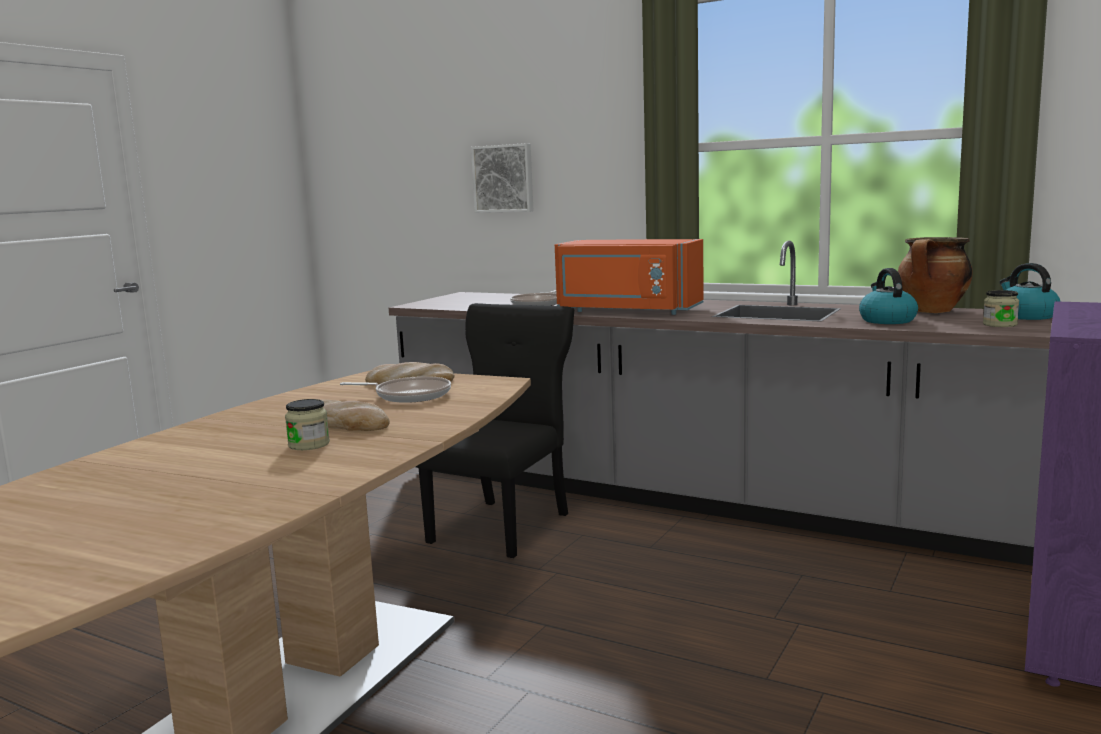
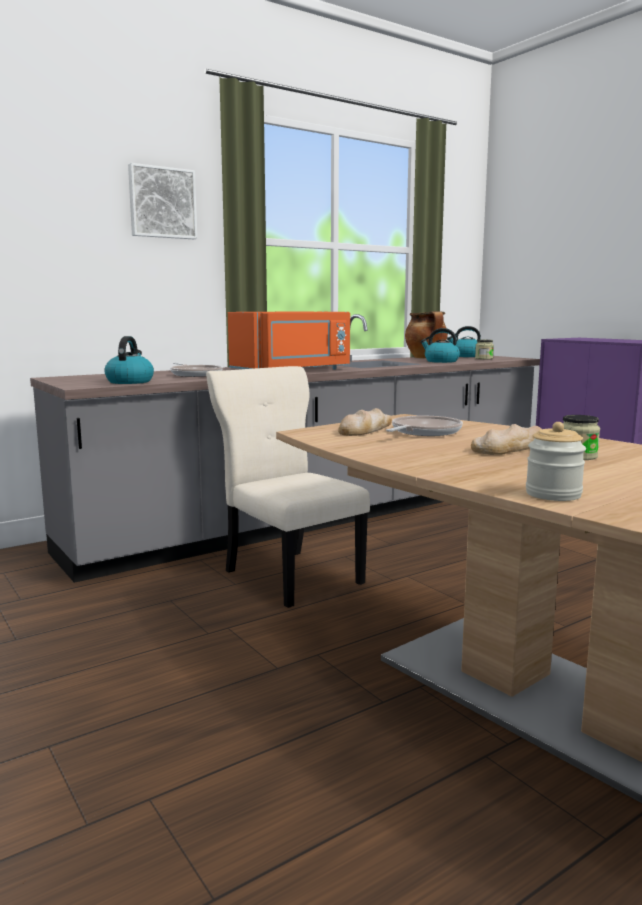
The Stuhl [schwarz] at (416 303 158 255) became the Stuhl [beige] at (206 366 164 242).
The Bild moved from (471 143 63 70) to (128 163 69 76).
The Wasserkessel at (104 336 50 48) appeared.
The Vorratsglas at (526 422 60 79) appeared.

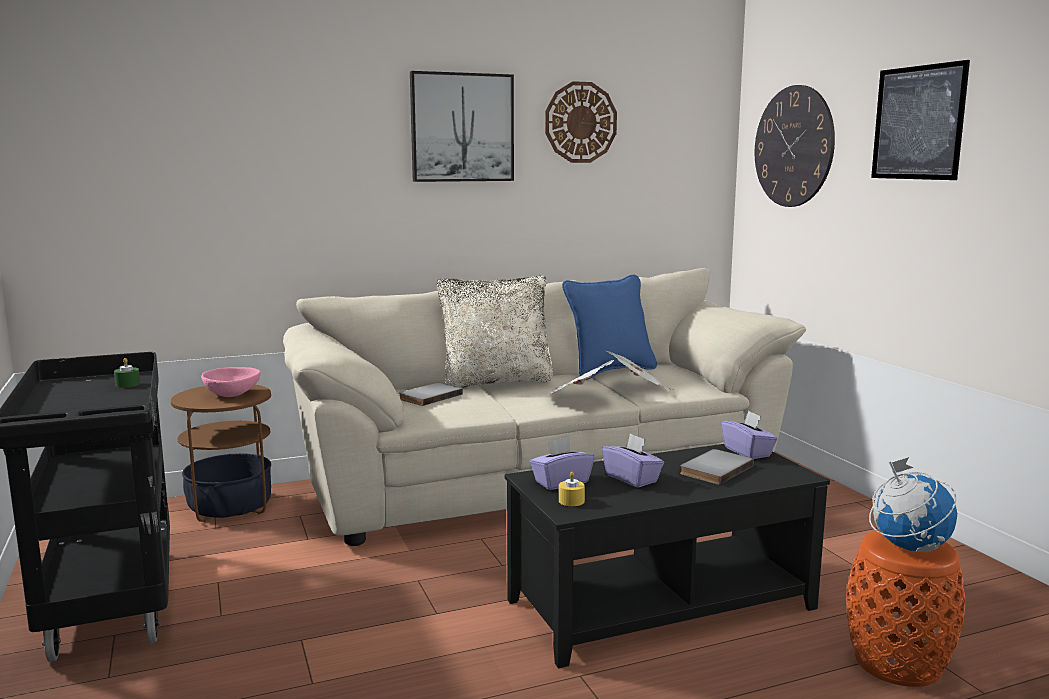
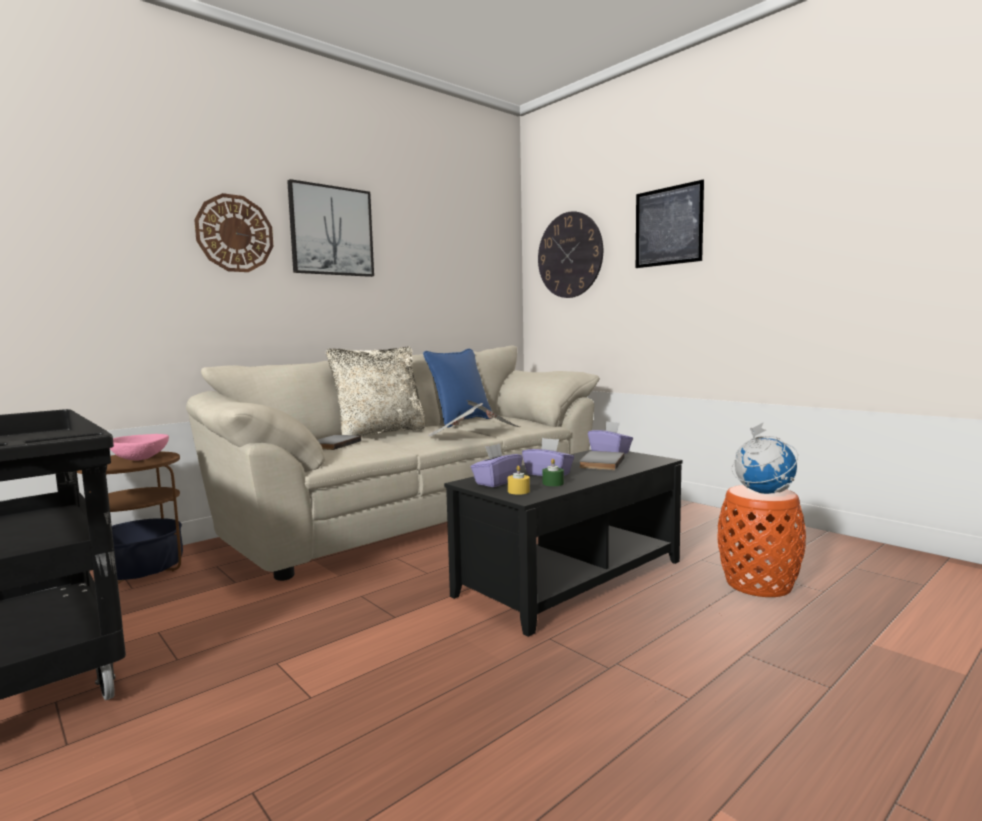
The Kerze [grün] moved from (114 358 26 30) to (542 459 22 27).
The Wanduhr moved from (545 81 72 82) to (194 193 80 79).

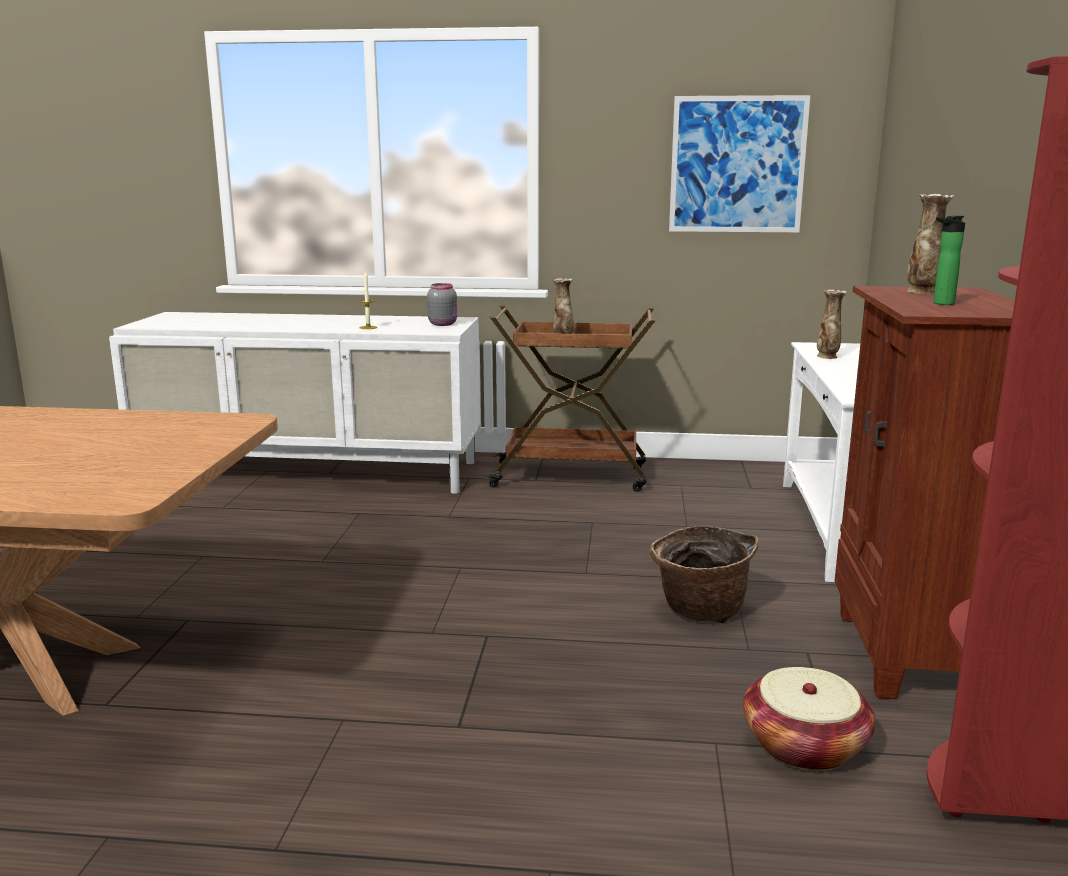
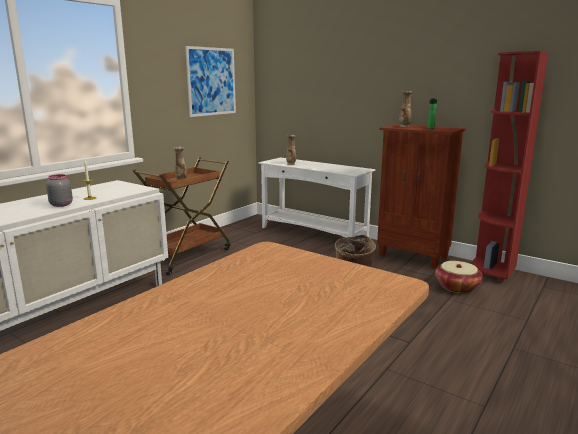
The Vorratsglas [grau] moved from (427 283 30 43) to (46 174 27 33).

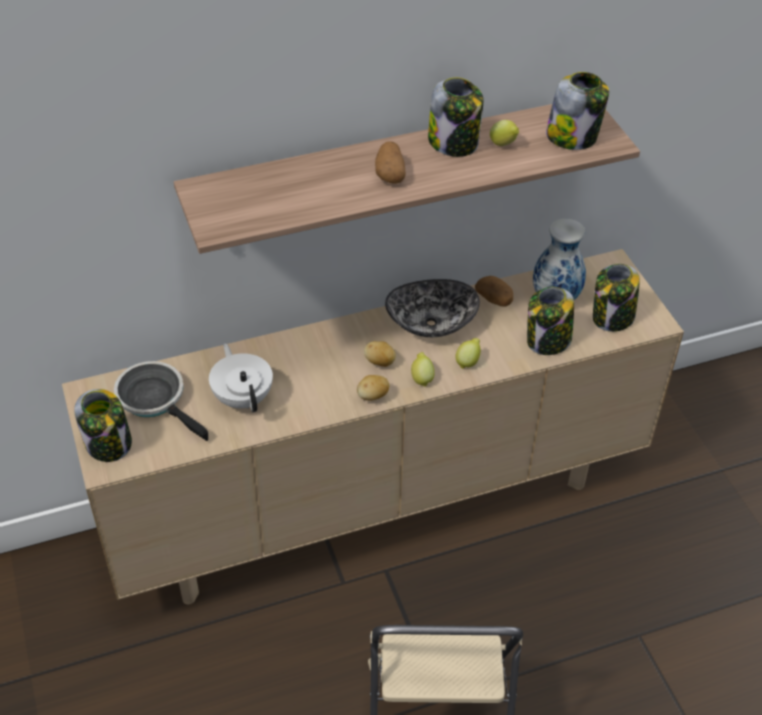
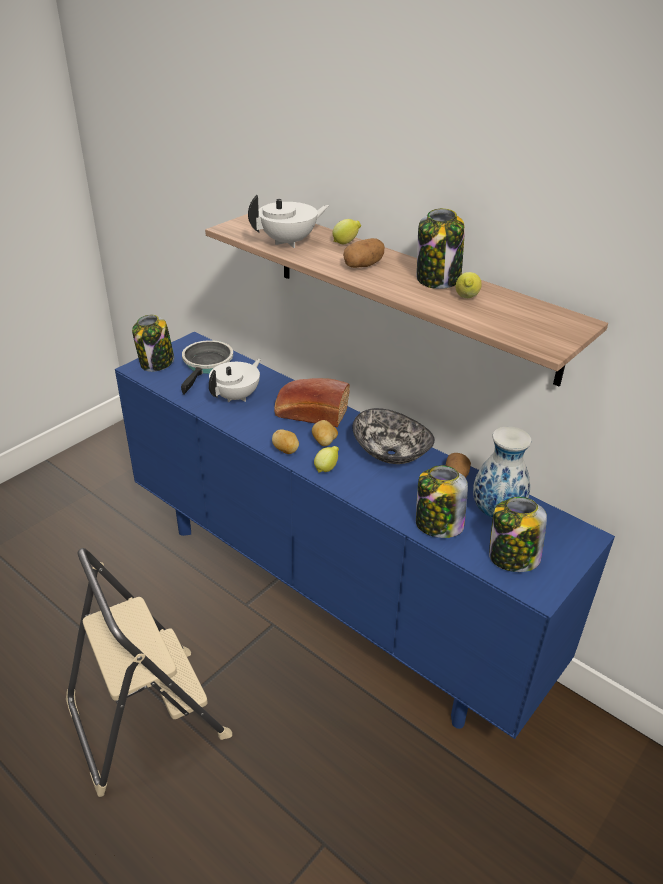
The Schrank [beige] at (62 249 622 355) became the Schrank [blau] at (115 331 500 408).
The Zitrone moved from (456 338 25 31) to (332 219 29 25).
The Vorratsglas at (546 72 63 78) disappeared.
The Teekanne [weiß] at (248 195 81 53) appeared.
The Brot at (274 378 76 49) appeared.

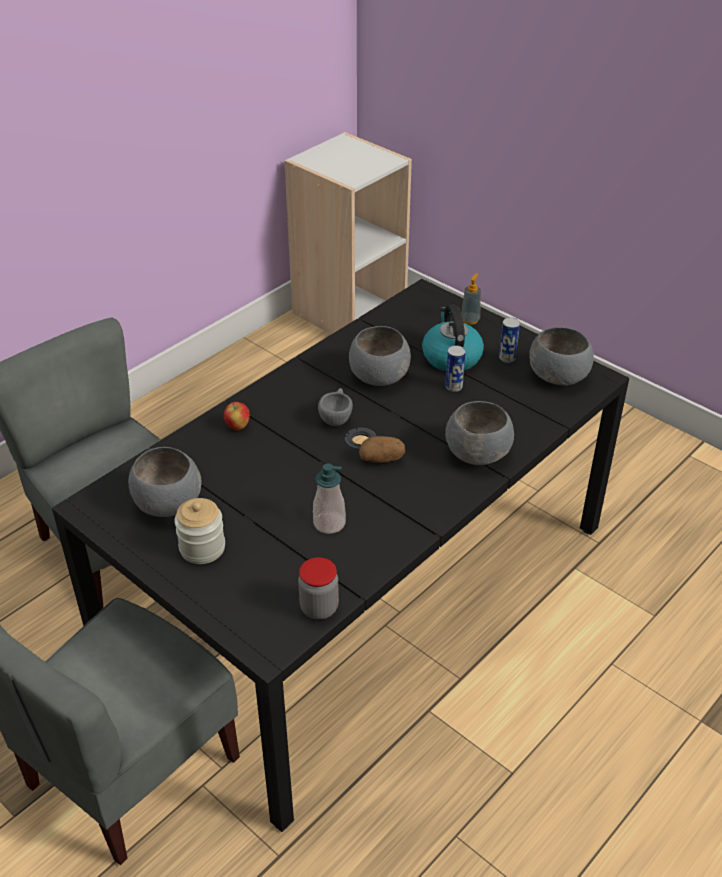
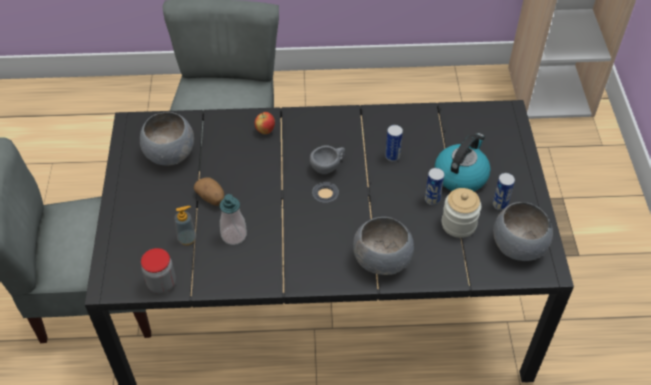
The Vorratsglas moved from (174 498 51 66) to (442 188 39 50).
The Schüssel [grau] at (349 326 62 60) was replaced by the Dose at (385 125 18 37).
The Kartoffel moved from (359 436 46 27) to (194 177 30 29).
The Seifenspender moved from (461 273 20 52) to (174 206 22 39).

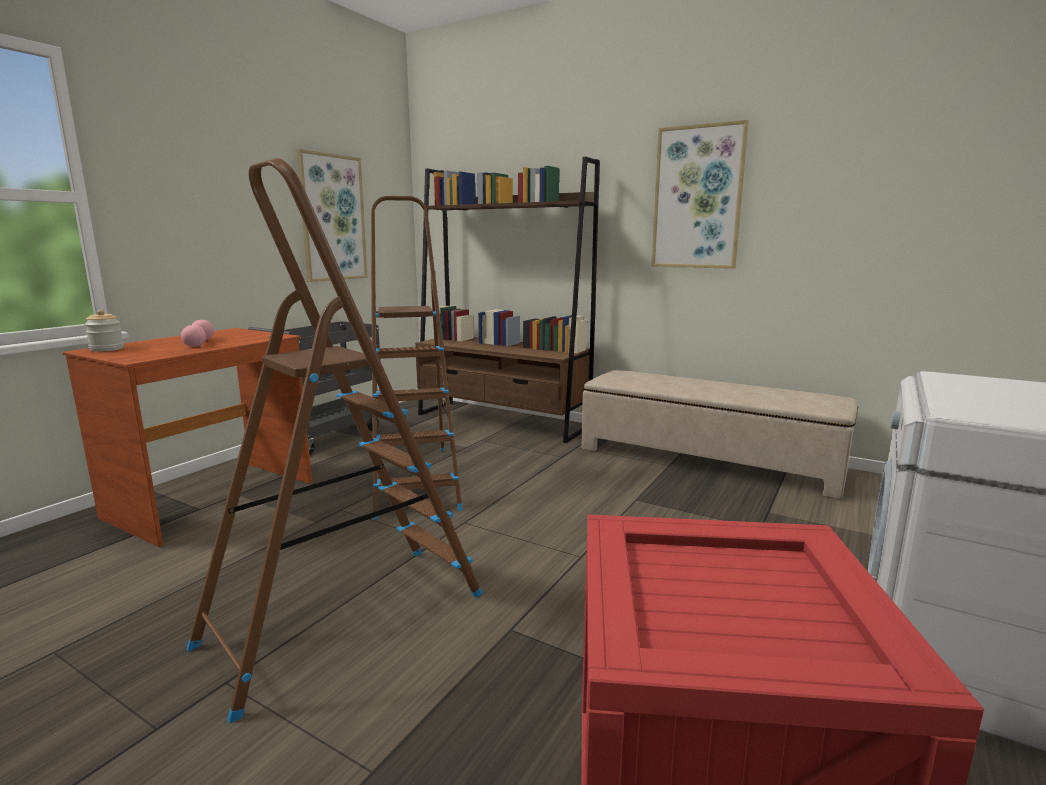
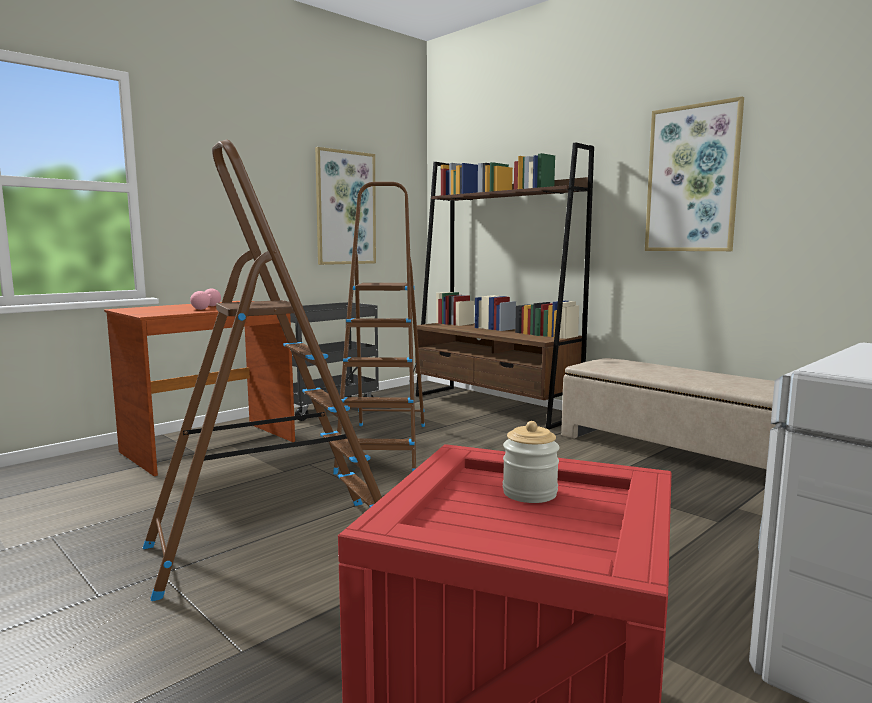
The Vorratsglas moved from (85 310 39 42) to (503 421 56 82).

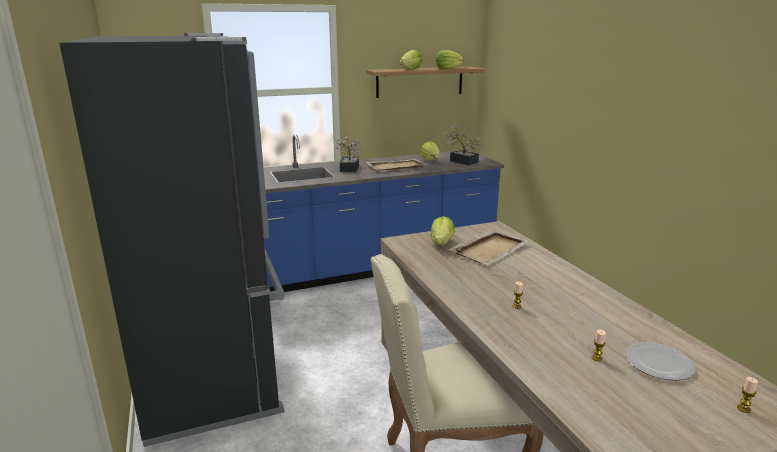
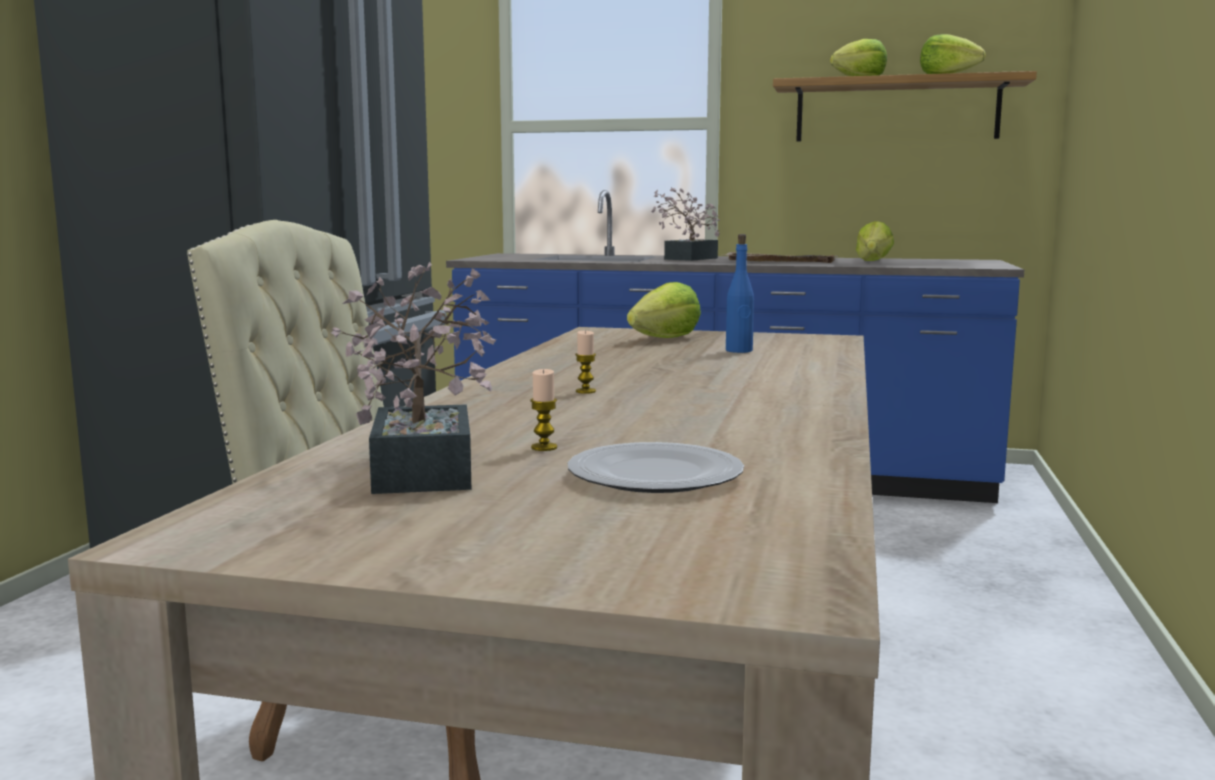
The Topfpflanze moved from (443 126 41 39) to (331 262 165 232).
The Tablett [beige] at (449 229 80 36) was replaced by the Flasche [blau] at (726 234 28 119).
The Kerze at (737 377 21 36) disappeared.

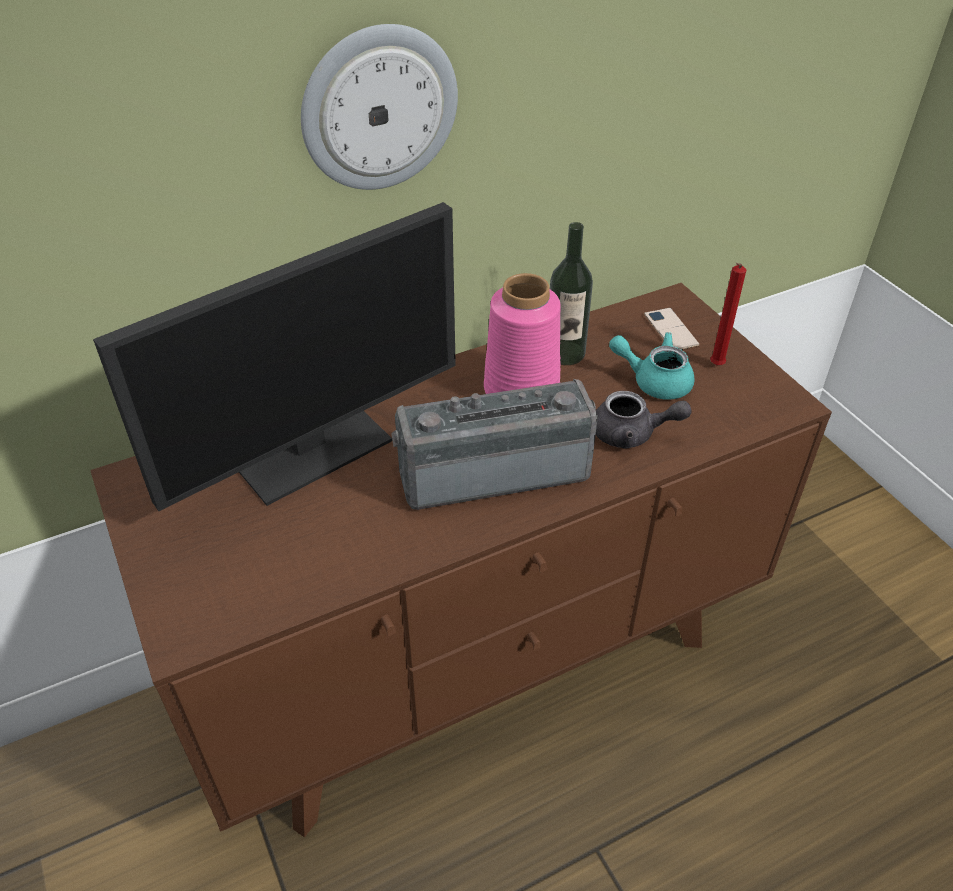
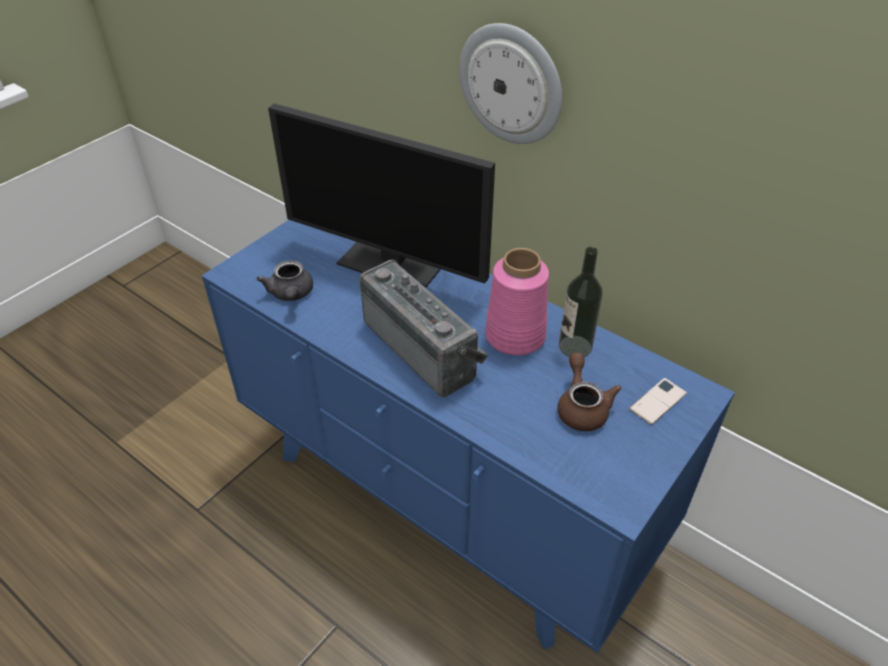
The Kommode [braun] at (90 283 742 554) became the Kommode [blau] at (202 220 533 433).
The Teekanne [grau] moved from (596 391 96 58) to (256 260 57 41).
The Teekanne [türkis] at (609 332 86 68) became the Teekanne [braun] at (557 353 64 78).
The Kerze [rot] at (710 263 36 102) disappeared.

